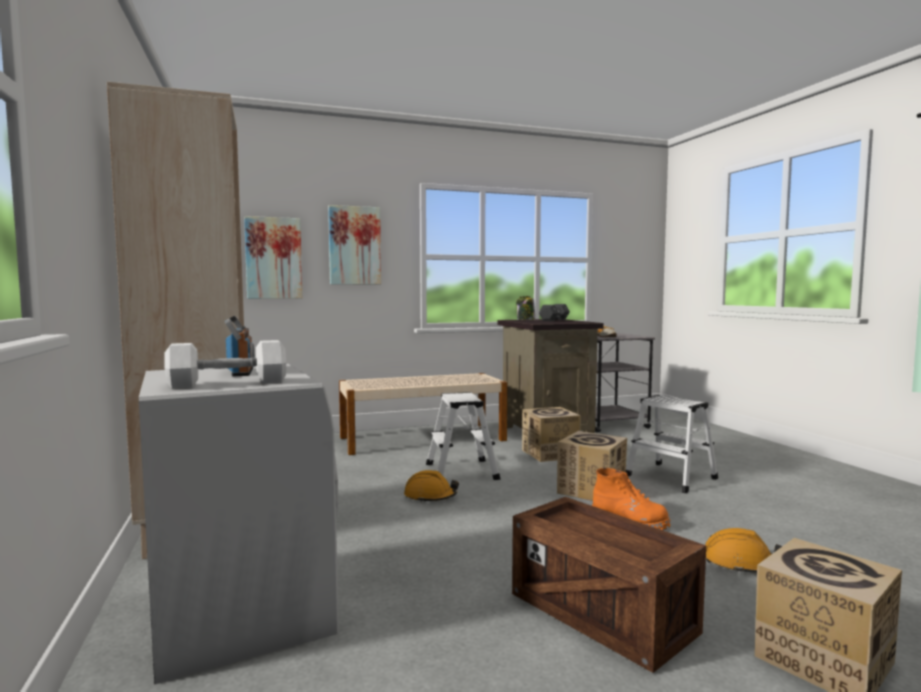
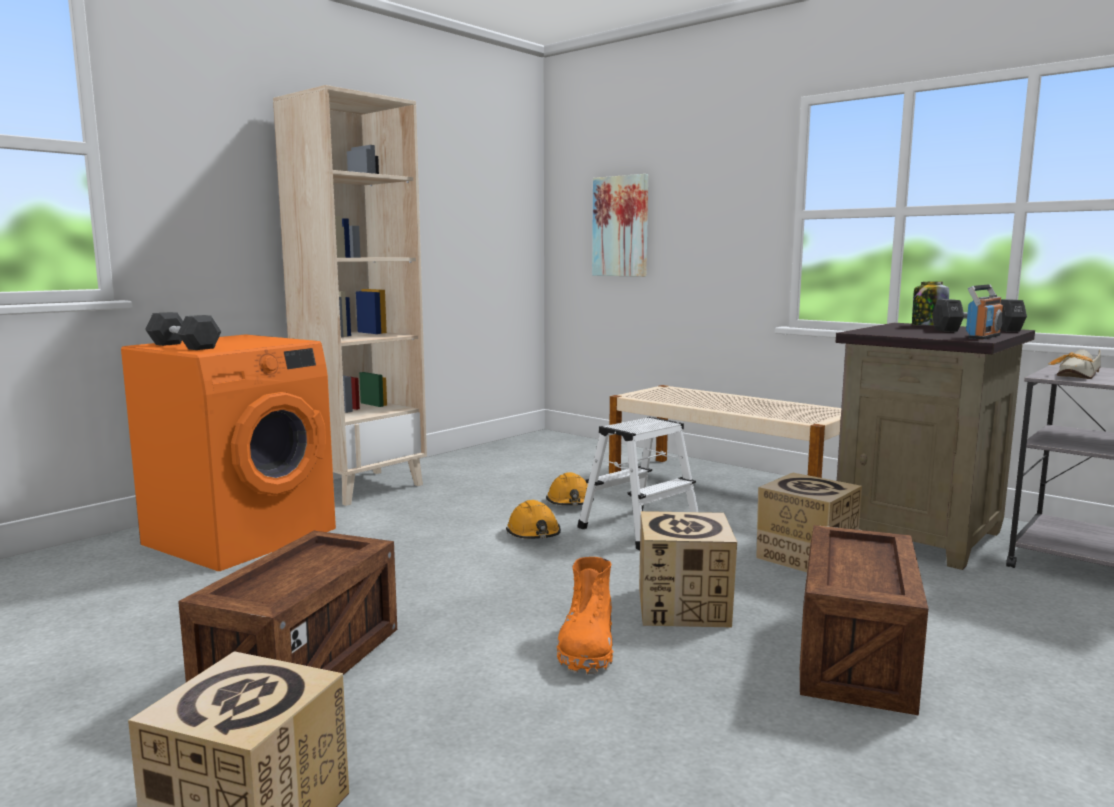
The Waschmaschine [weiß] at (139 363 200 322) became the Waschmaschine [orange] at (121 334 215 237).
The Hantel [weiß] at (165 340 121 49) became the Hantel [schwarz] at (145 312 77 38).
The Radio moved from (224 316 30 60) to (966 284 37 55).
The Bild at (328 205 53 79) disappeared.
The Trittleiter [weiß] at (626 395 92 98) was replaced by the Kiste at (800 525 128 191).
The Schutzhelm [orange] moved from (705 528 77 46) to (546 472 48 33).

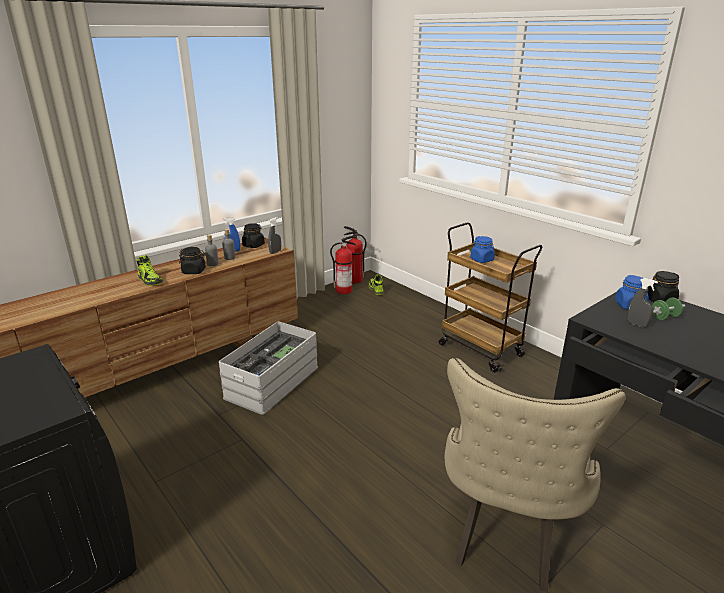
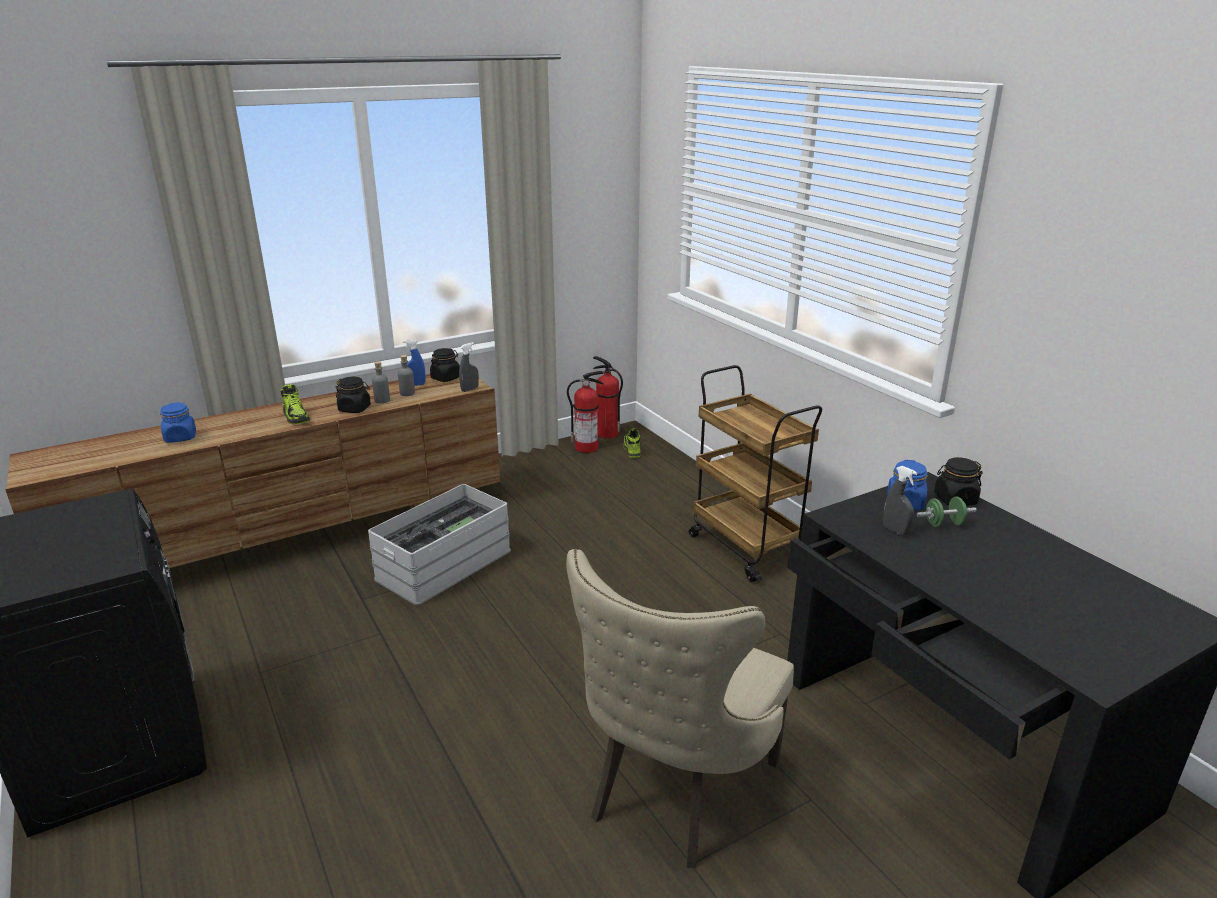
The Vorratsglas [blau] moved from (470 236 25 27) to (160 402 36 41).

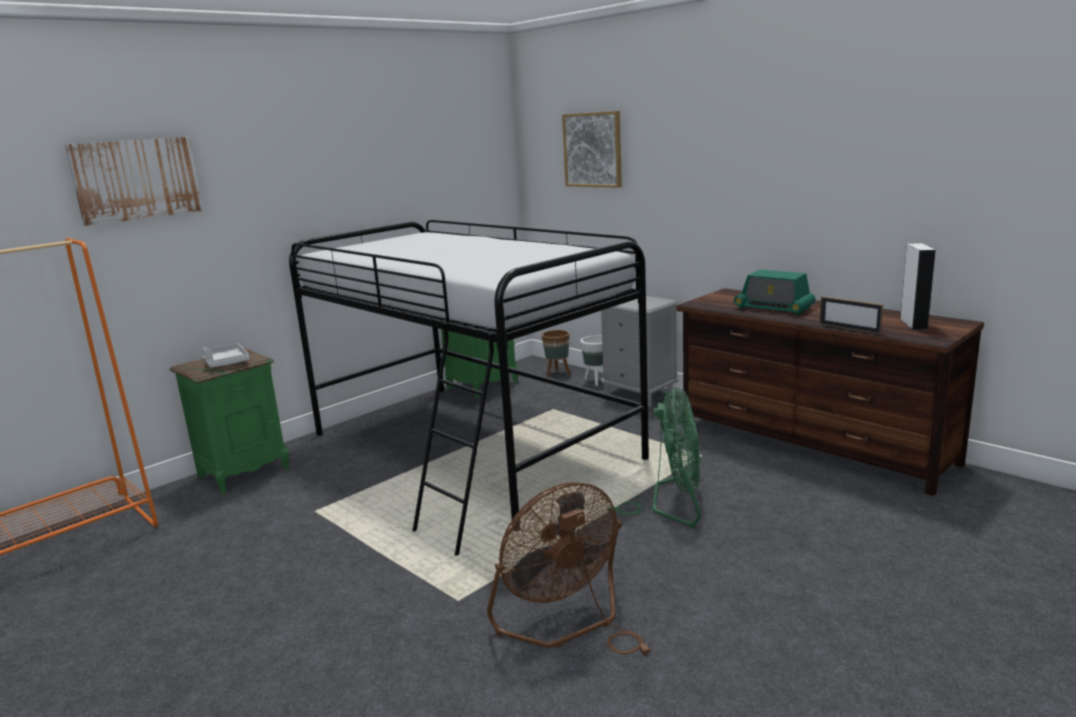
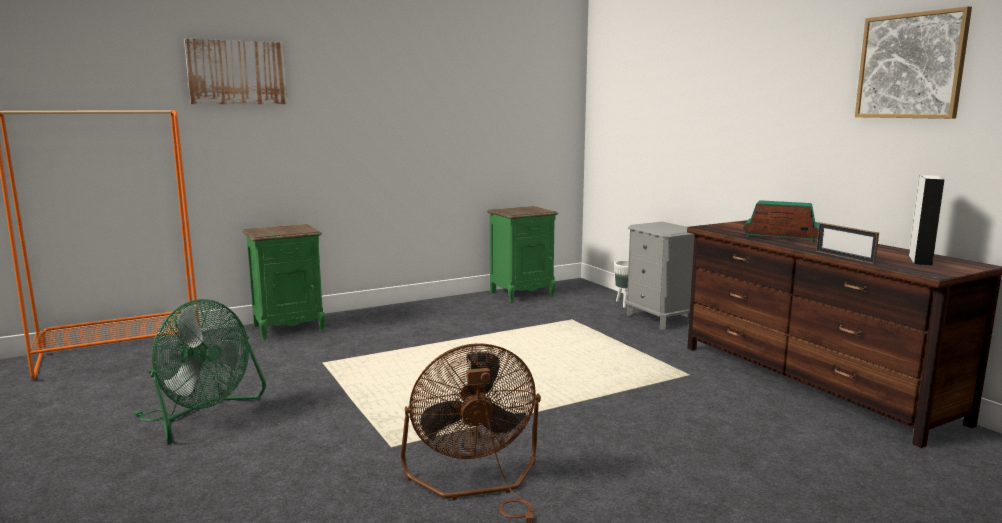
The Tablett [grau] at (203 343 47 25) disappeared.
The Bett [schwarz] at (289 220 360 336) disappeared.
The Pflanzkübel [braun] at (542 330 29 47) disappeared.
The Bild moved from (562 111 60 77) to (855 6 117 113).
The Ventilator [grün] moved from (607 387 94 142) to (134 299 132 145).
The Radio at (734 270 82 45) turned 150 degrees clockwise.

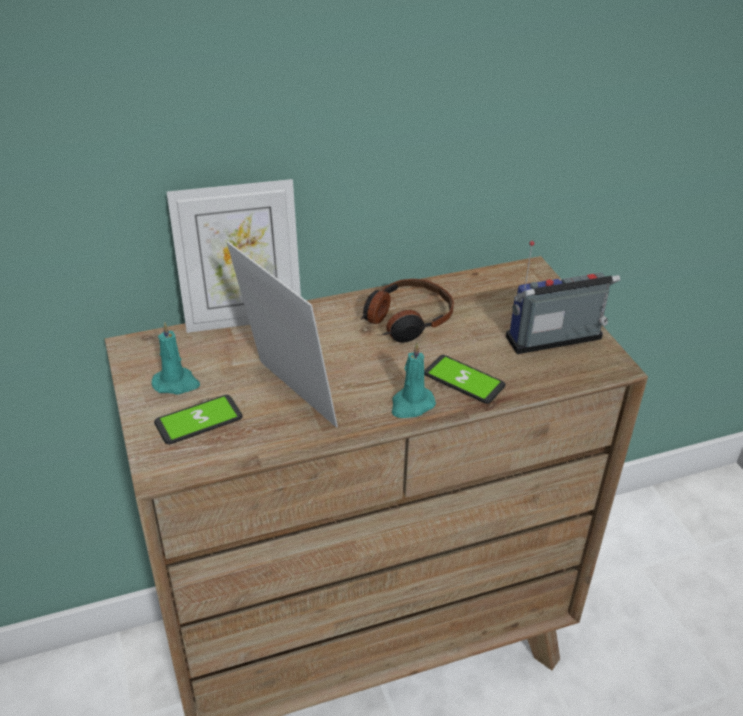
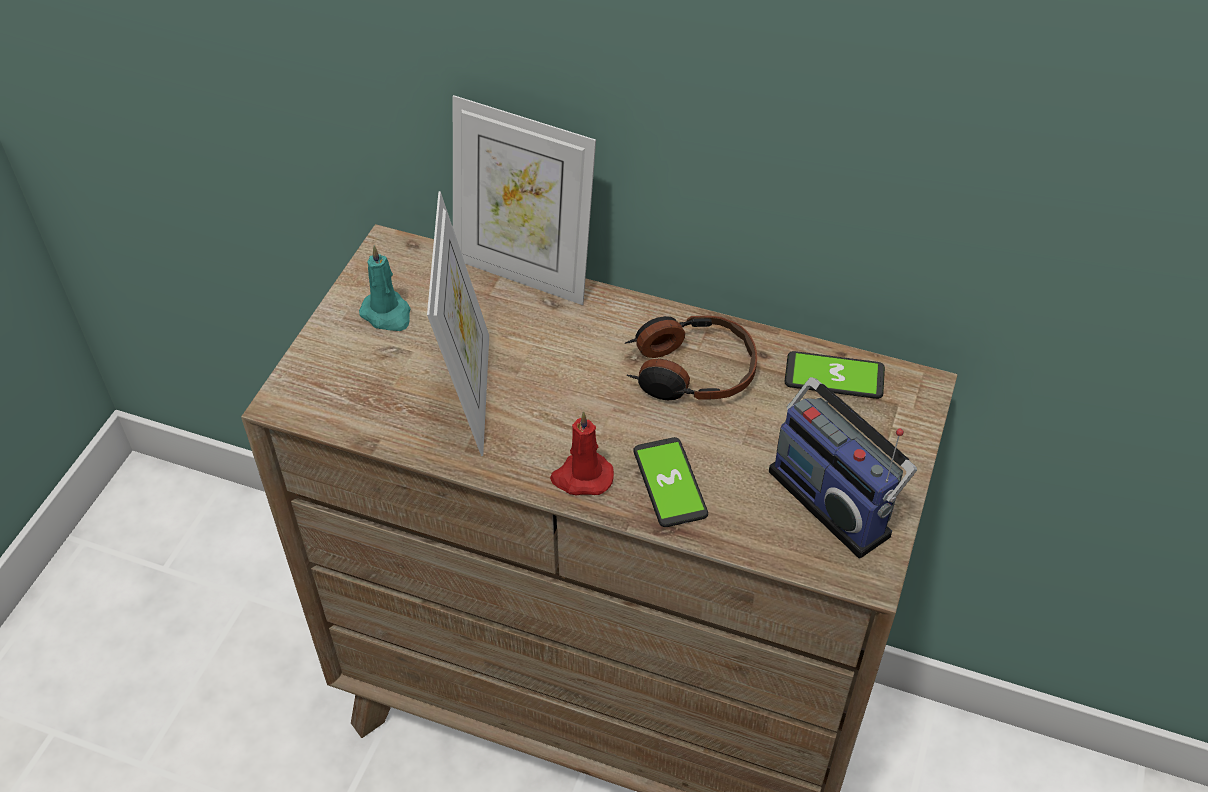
The Handy moved from (154 395 89 49) to (785 351 100 48).
The Kerze [türkis] at (392 343 44 75) became the Kerze [rot] at (550 411 64 85).
The Radio at (506 241 114 113) turned 150 degrees counterclockwise.

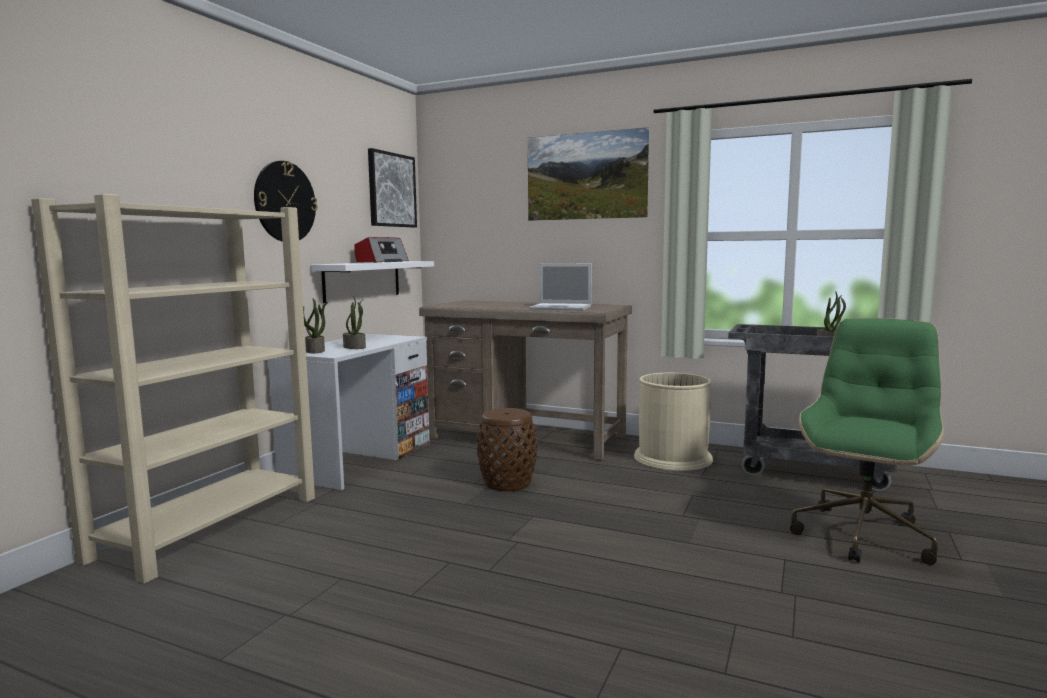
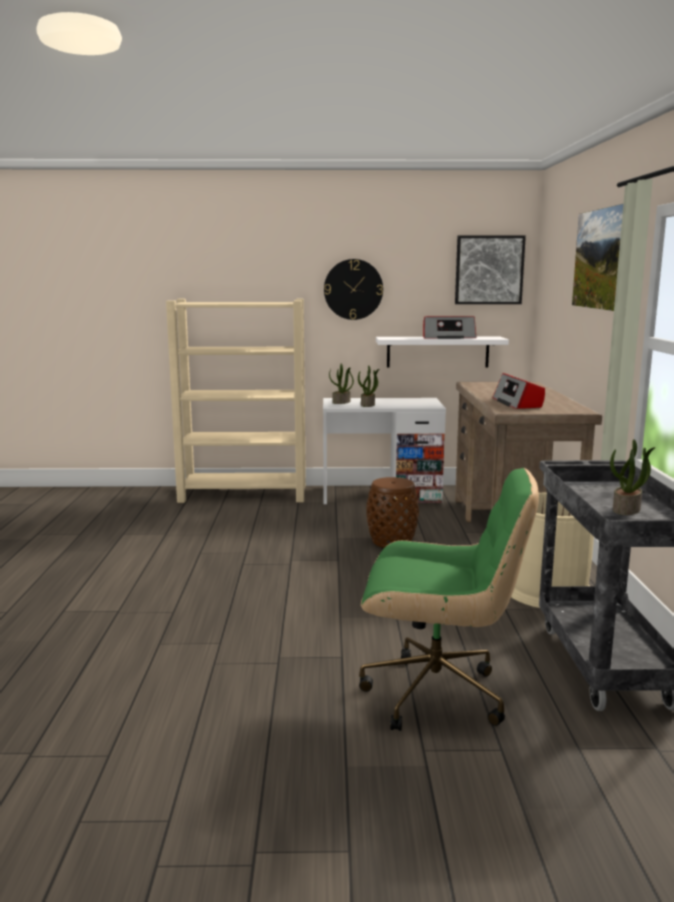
The Laptop at (529 263 63 47) was replaced by the Radio at (493 373 52 36).

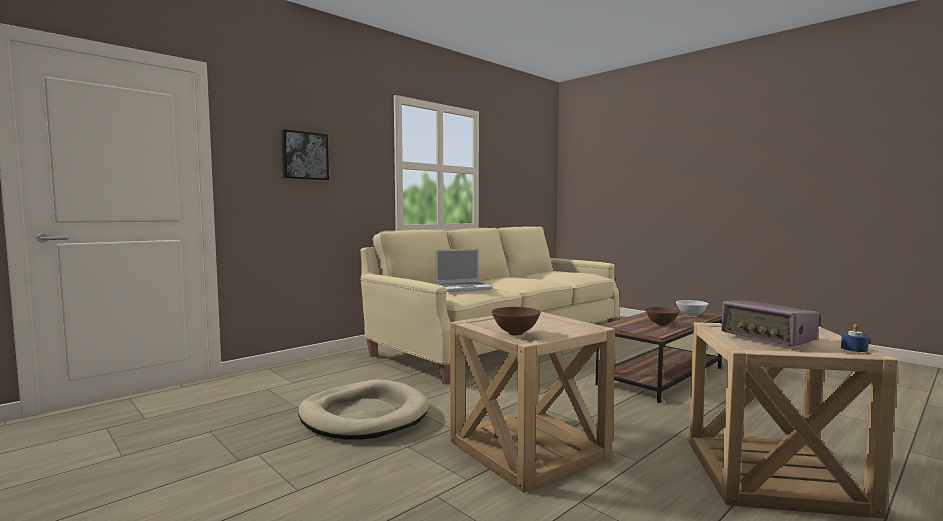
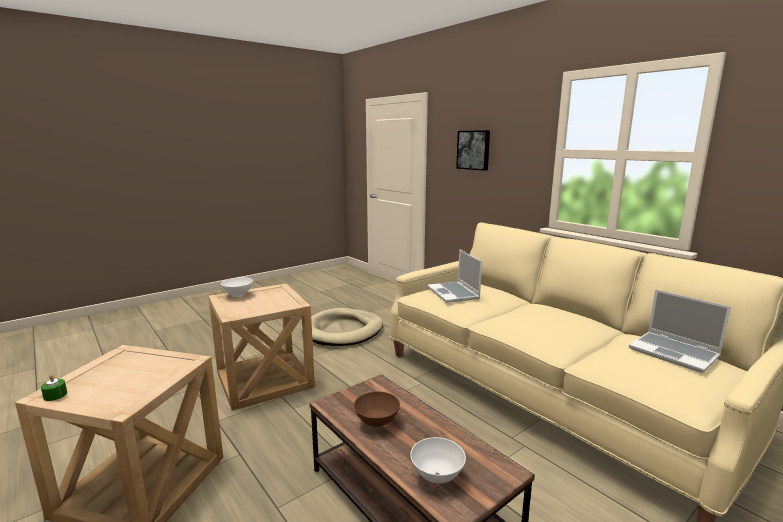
The Schüssel [braun] at (492 307 49 28) became the Schüssel [weiß] at (221 277 32 20).
The Radio at (721 301 98 45) disappeared.
The Kerze [blau] at (841 324 28 28) became the Kerze [grün] at (41 375 26 26).
The Laptop at (629 289 102 84) appeared.

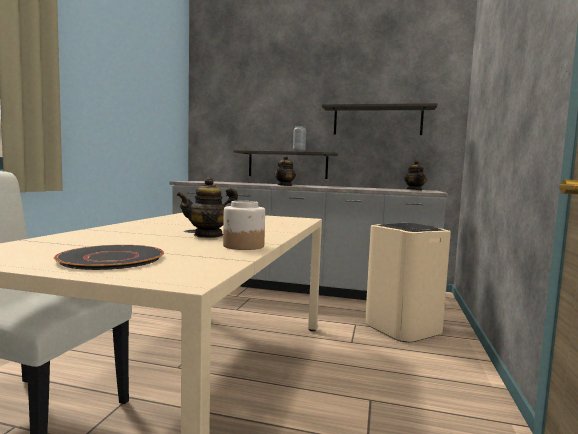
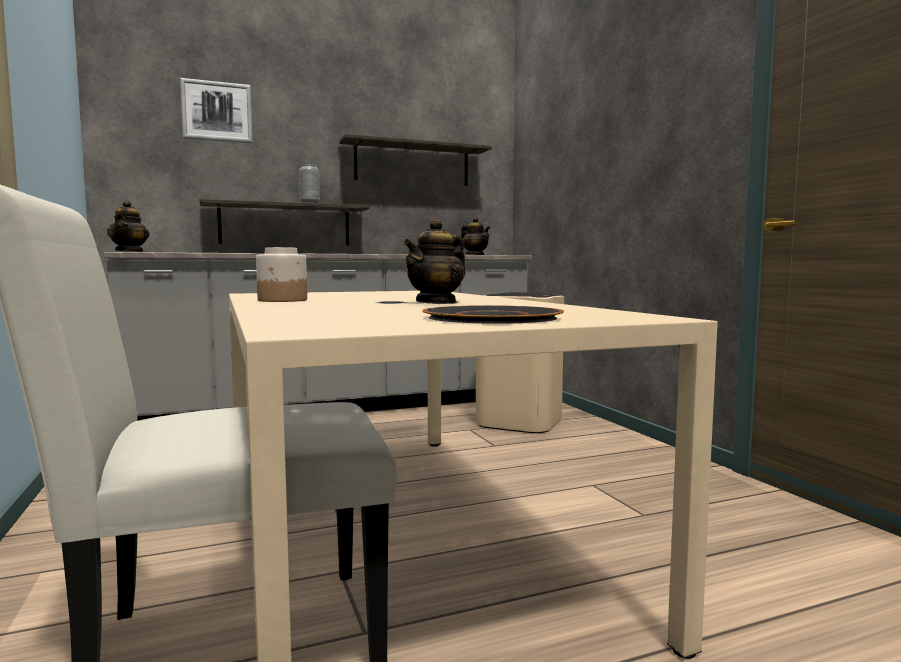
The Vorratsglas moved from (223 201 42 49) to (256 247 51 55).
The Teekanne moved from (275 156 21 30) to (107 200 42 52).
The Bild at (180 78 73 65) appeared.

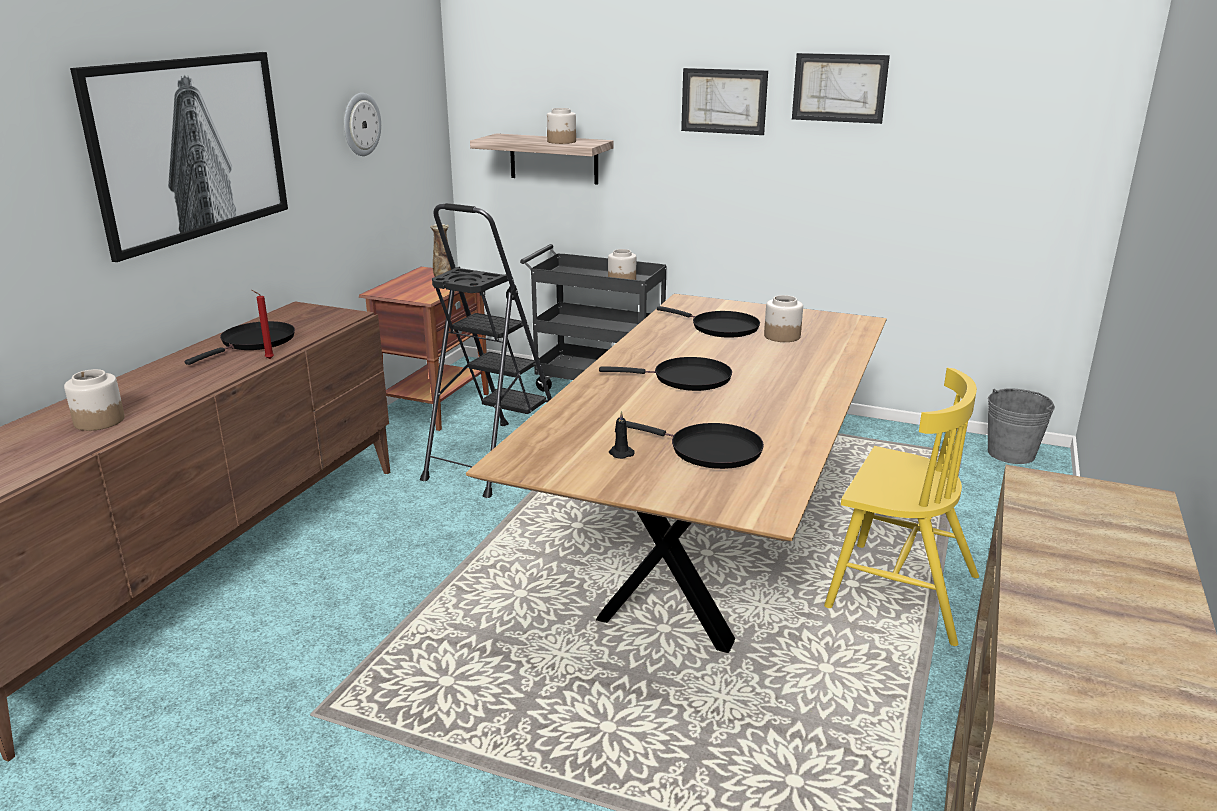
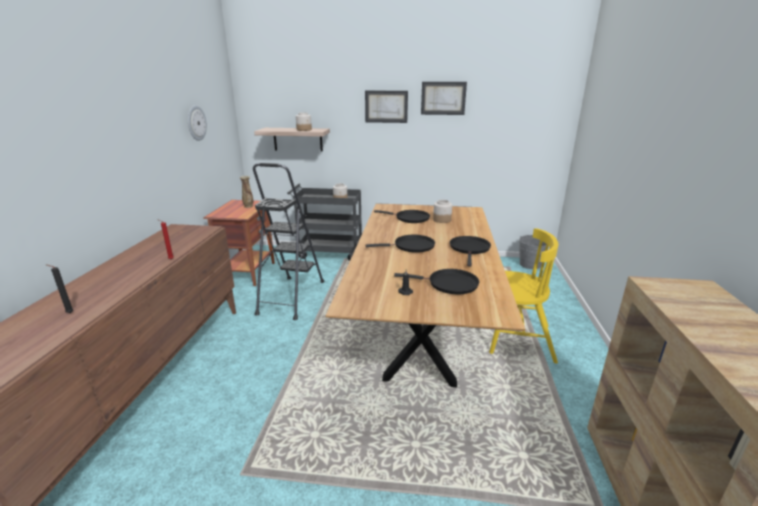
The Vorratsglas at (64 369 61 62) was replaced by the Kerze [schwarz] at (45 264 29 49).
The Bild at (70 52 218 210) disappeared.
The Pfanne [schwarz] moved from (185 321 110 44) to (450 236 41 30).

